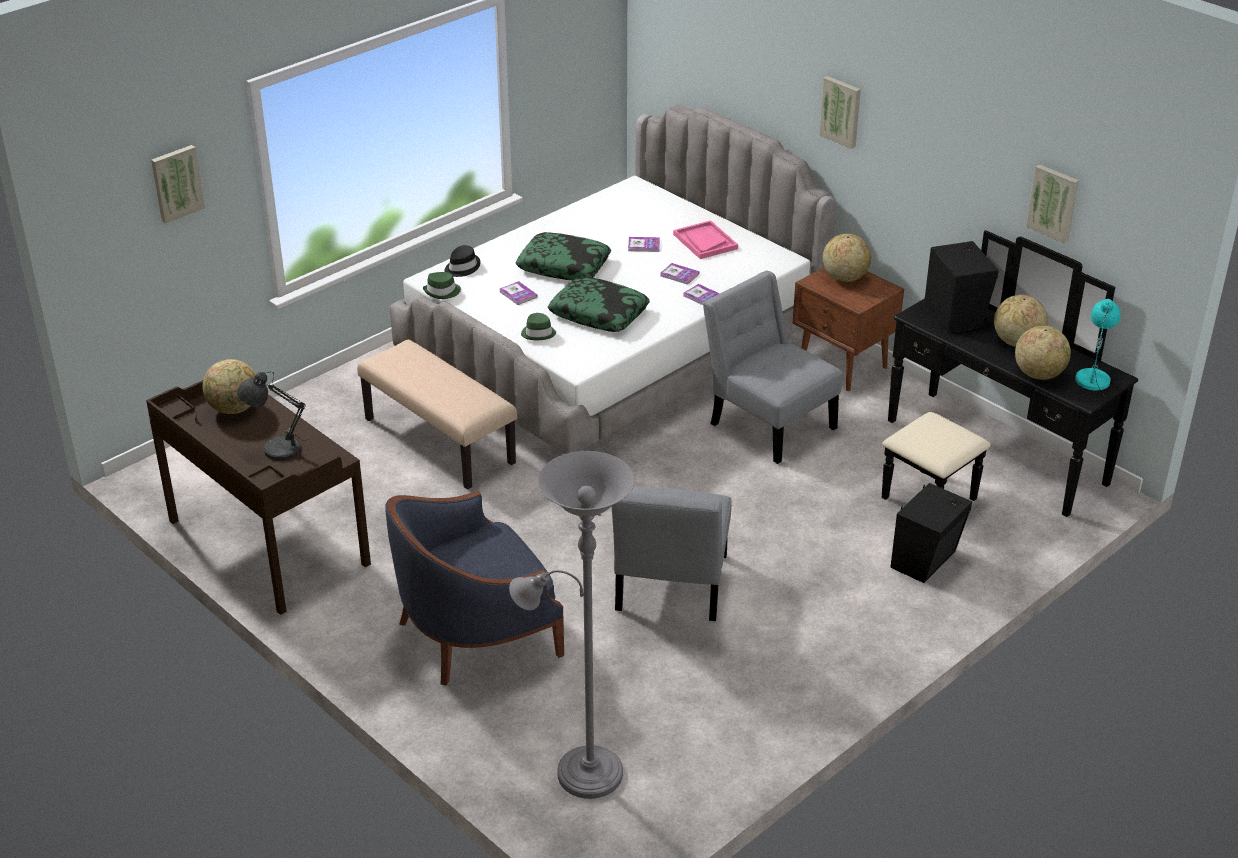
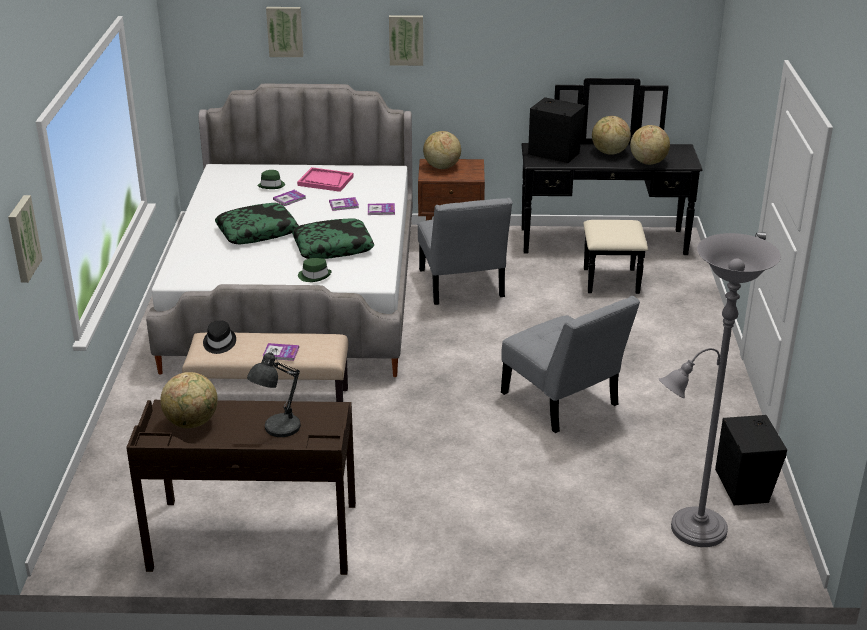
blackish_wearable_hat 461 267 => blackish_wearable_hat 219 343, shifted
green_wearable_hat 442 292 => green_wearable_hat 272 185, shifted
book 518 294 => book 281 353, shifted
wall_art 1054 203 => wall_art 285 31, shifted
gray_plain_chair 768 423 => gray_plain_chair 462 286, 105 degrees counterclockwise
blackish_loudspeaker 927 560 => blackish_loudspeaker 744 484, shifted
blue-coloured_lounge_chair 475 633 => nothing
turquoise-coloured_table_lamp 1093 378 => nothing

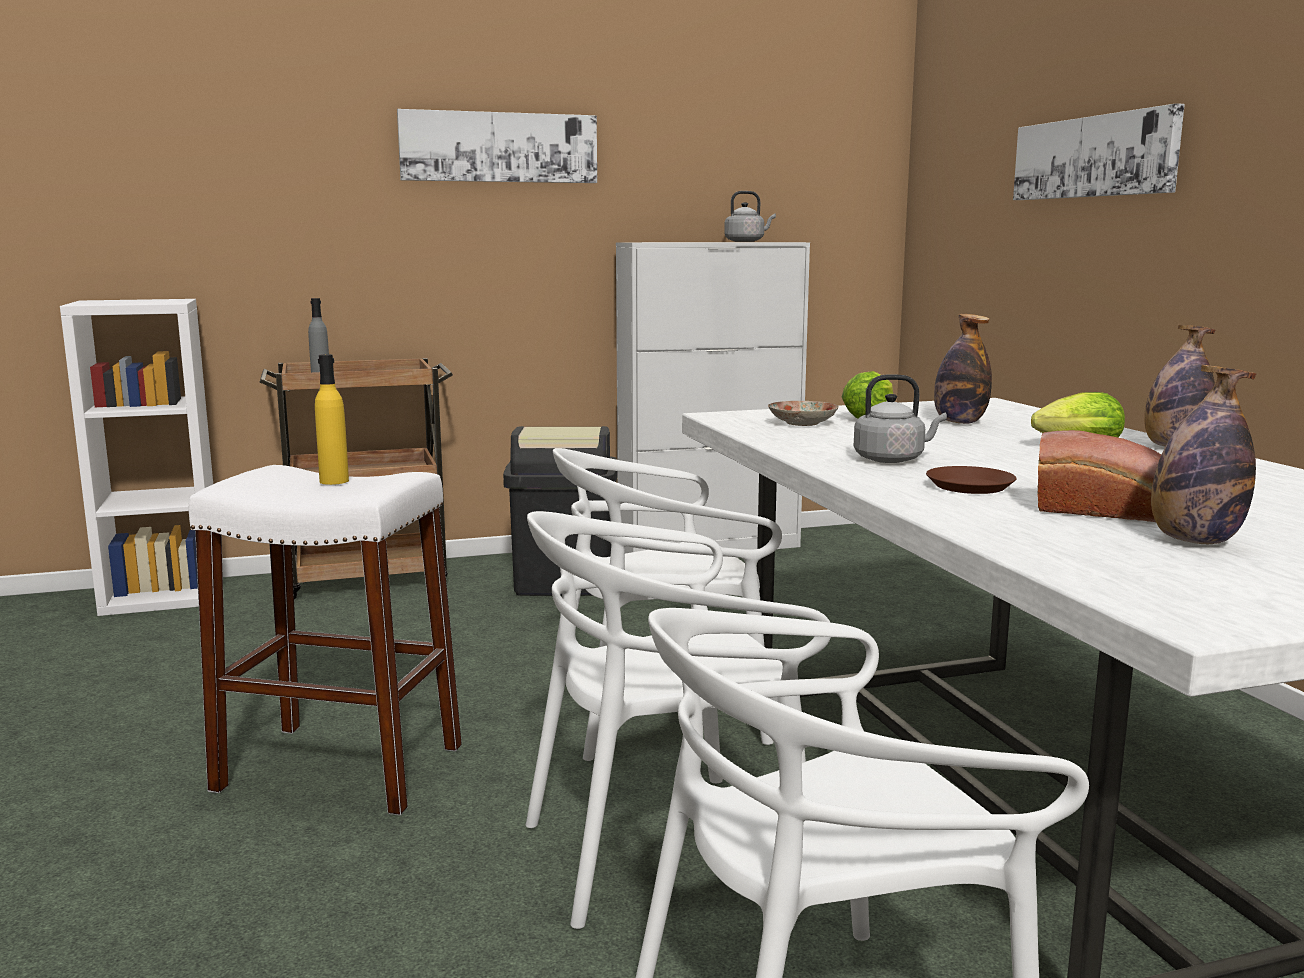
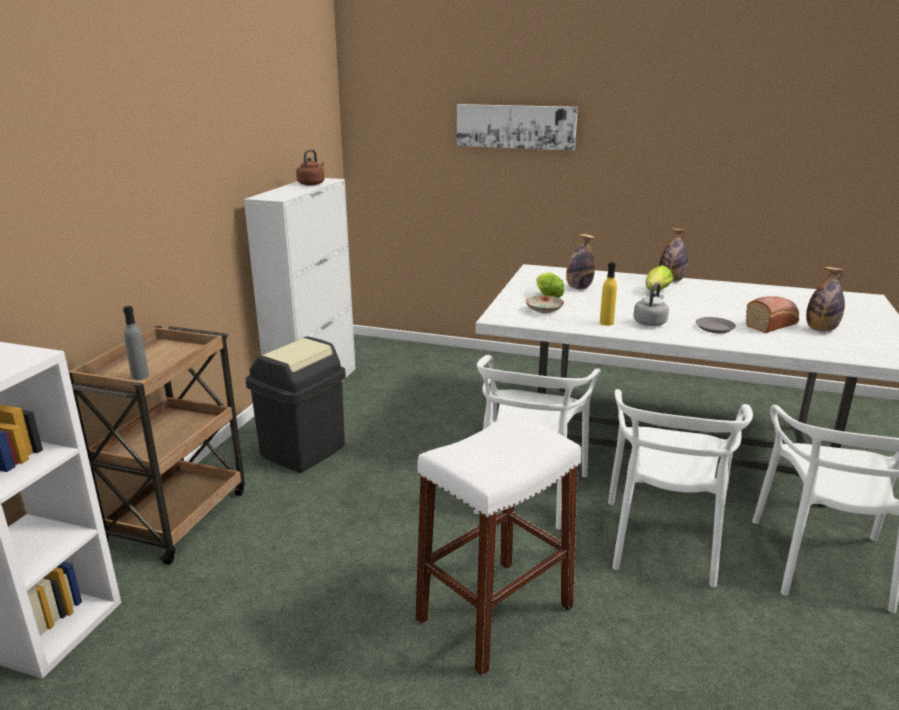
gray_kettle 746 241 => brownish_kettle 312 184
yellow_beverage_bottle 334 481 => yellow_beverage_bottle 606 323, shifted
brownish_dinner_plate 970 486 => gray_dinner_plate 715 328
wall_art 499 147 => nothing

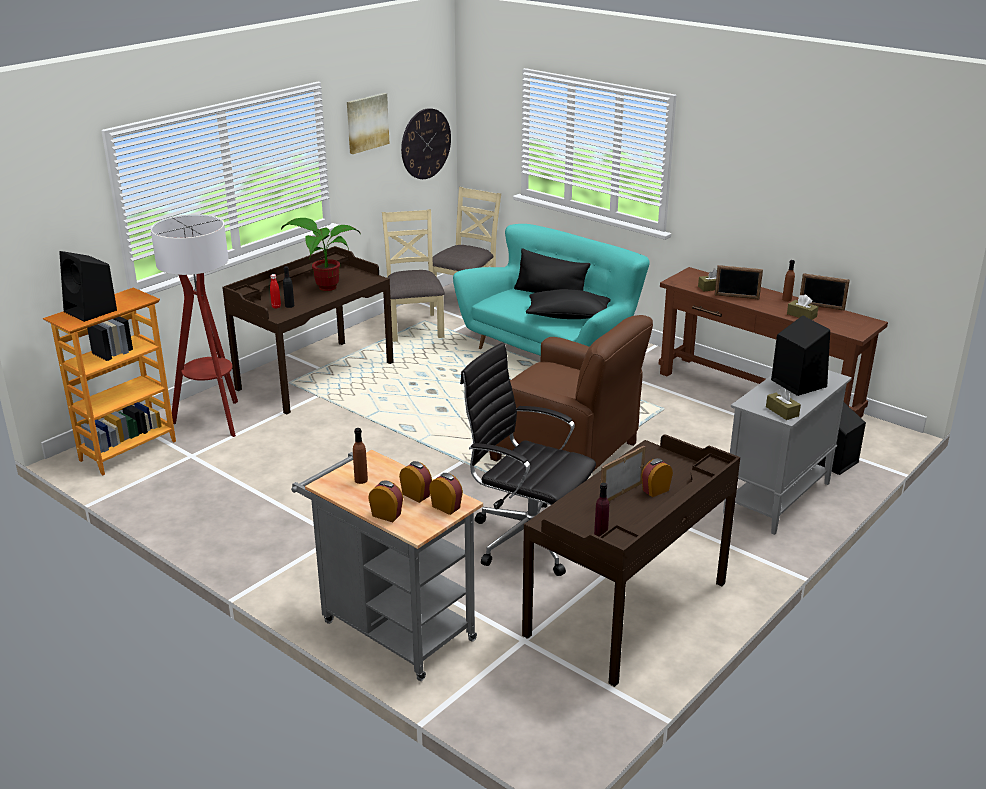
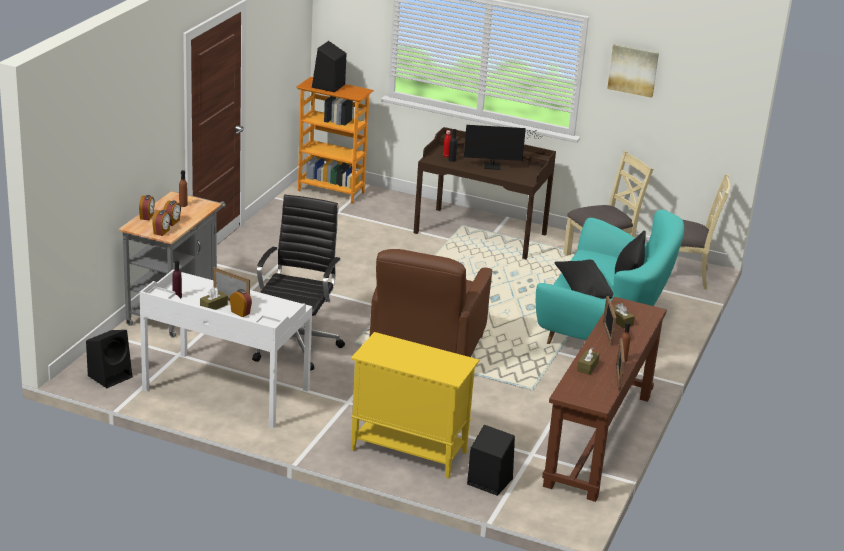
blackish_loudspeaker 797 383 => blackish_loudspeaker 110 376, shifted
brownish_desk_unit 628 609 => white_desk_unit 225 390
brownish_tissue_holder 782 411 => brownish_tissue_holder 214 306, shifted
gray_storage_cabinet 776 499 => yellow_storage_cabinet 407 451
potted_plant 324 287 => computer_screen 495 166
standing_lamp 214 420 => nothing
hanging_clock 425 144 => nothing

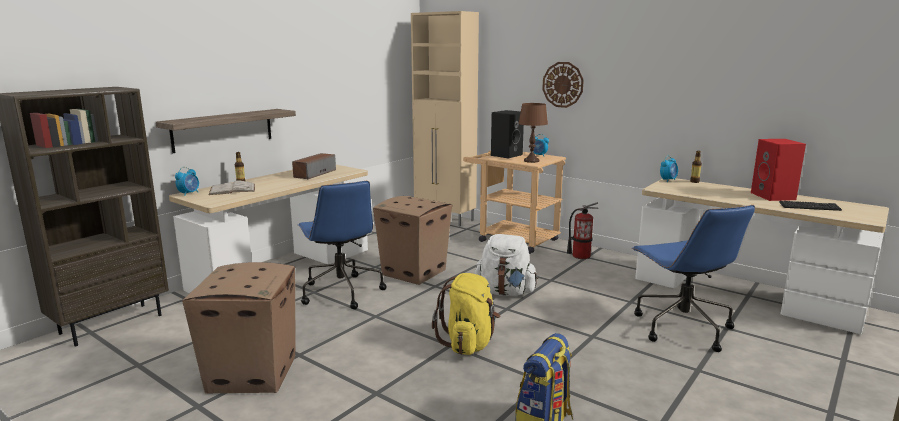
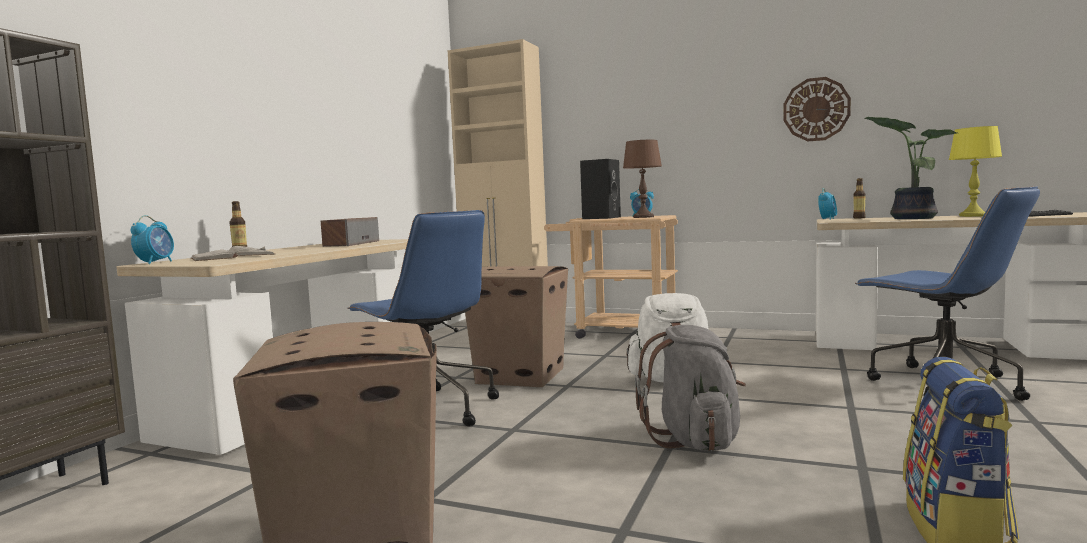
yellow_rucksack 468 344 => gray_rucksack 695 441
hanging_clock 563 84 => hanging_clock 816 109, shifted
nothing => potted_plant 910 218
red_loudspeaker 774 196 => yellow_table_lamp 973 216
bracket_shelf 223 130 => nothing
fire_extinguisher 581 256 => nothing

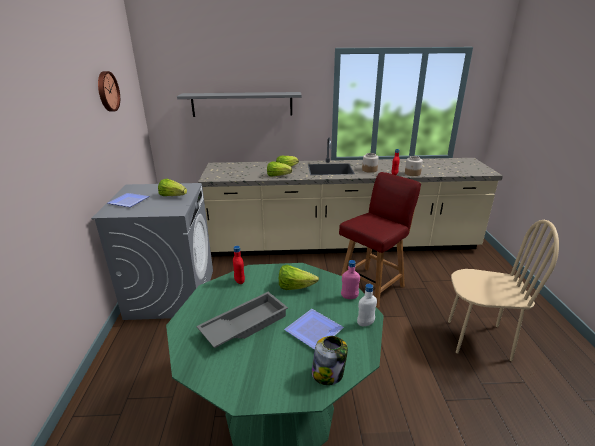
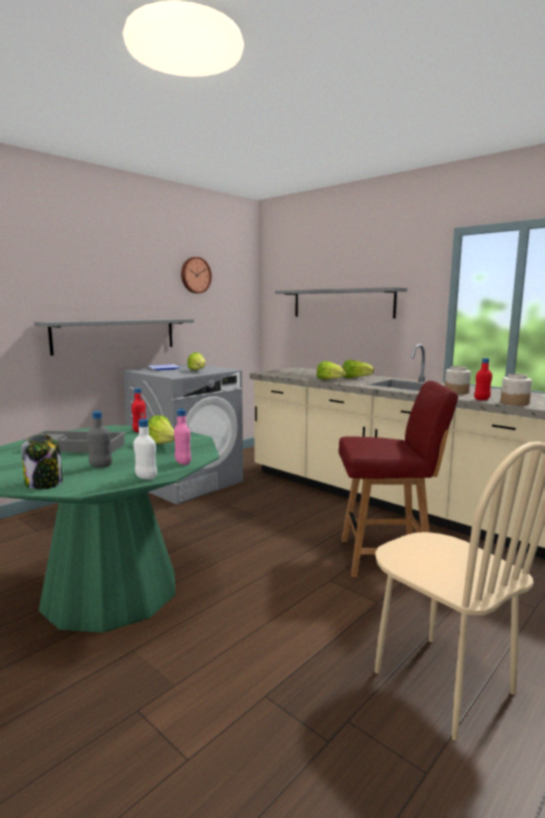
nothing => gray_bracket_shelf 116 335
dinner_plate 314 332 => gray_beverage_bottle 100 466

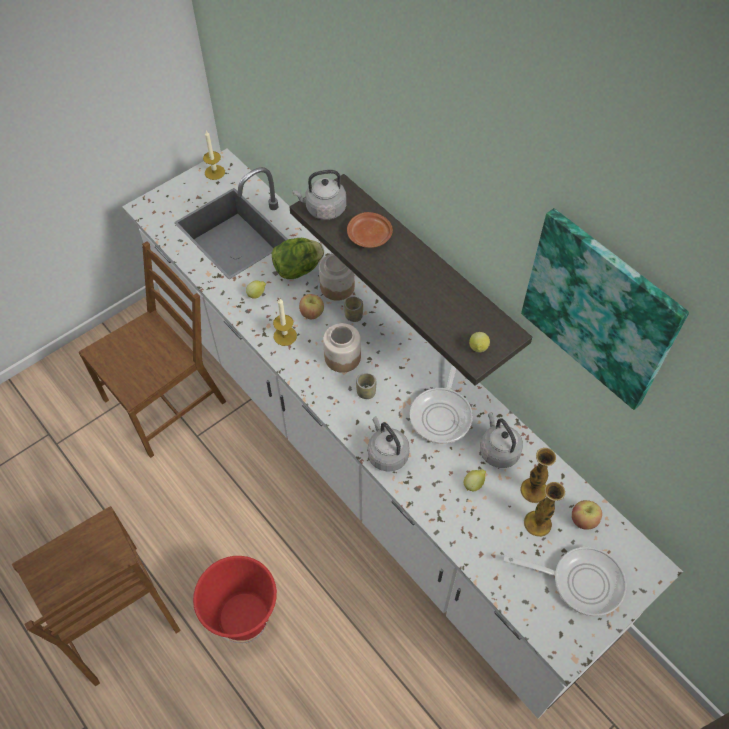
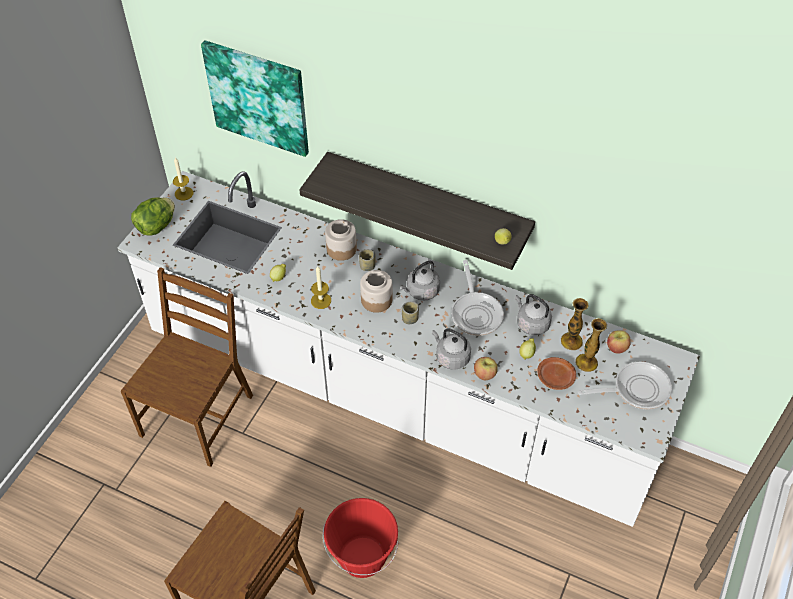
lettuce 298 269 => lettuce 156 226, shifted
wall_art 599 309 => wall_art 258 97, shifted
gray_kettle 323 209 => gray_kettle 421 291, shifted
apple_fruit 312 313 => apple_fruit 485 374, shifted
brownish_dinner_plate 369 236 => brownish_dinner_plate 556 377, shifted

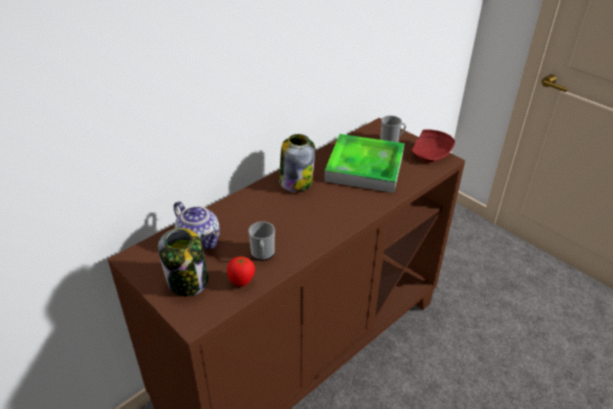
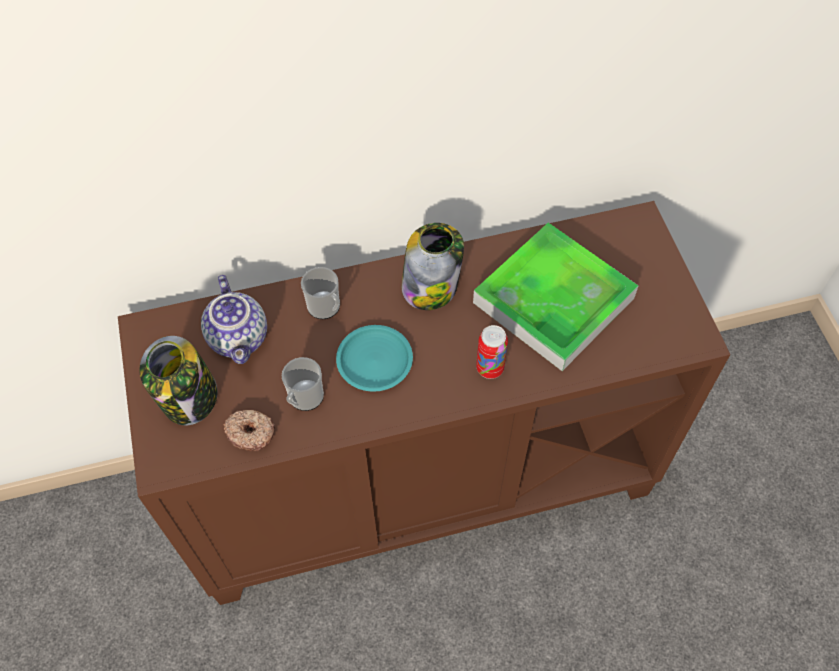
whole_tomato 241 282 => doughnut 251 432
tea_mug 391 141 => tea_mug 326 308, shifted
nothing => turquoise-coloured_dinner_plate 375 361
nothing => can 490 368
red_dinner_plate 431 154 => nothing

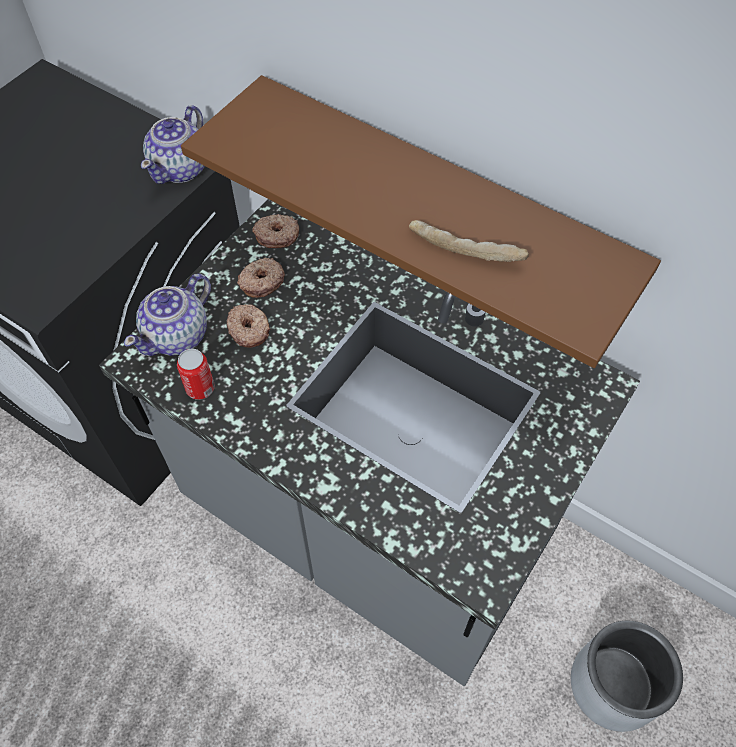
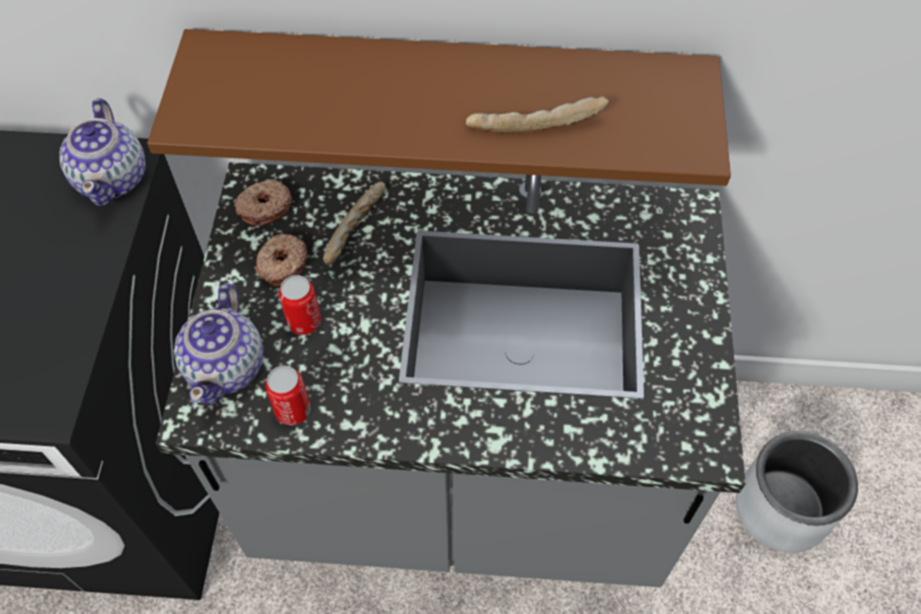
doughnut 249 330 => can 304 322
nothing => baked_bread 357 229

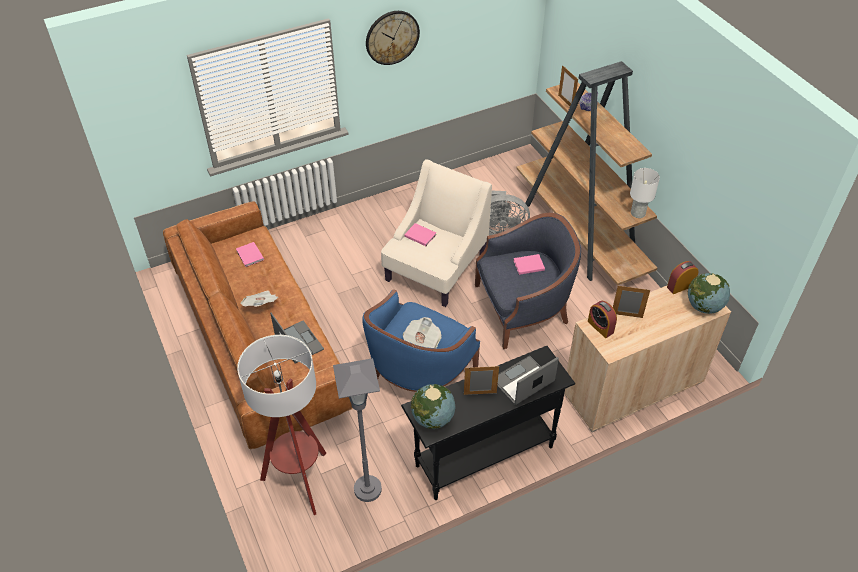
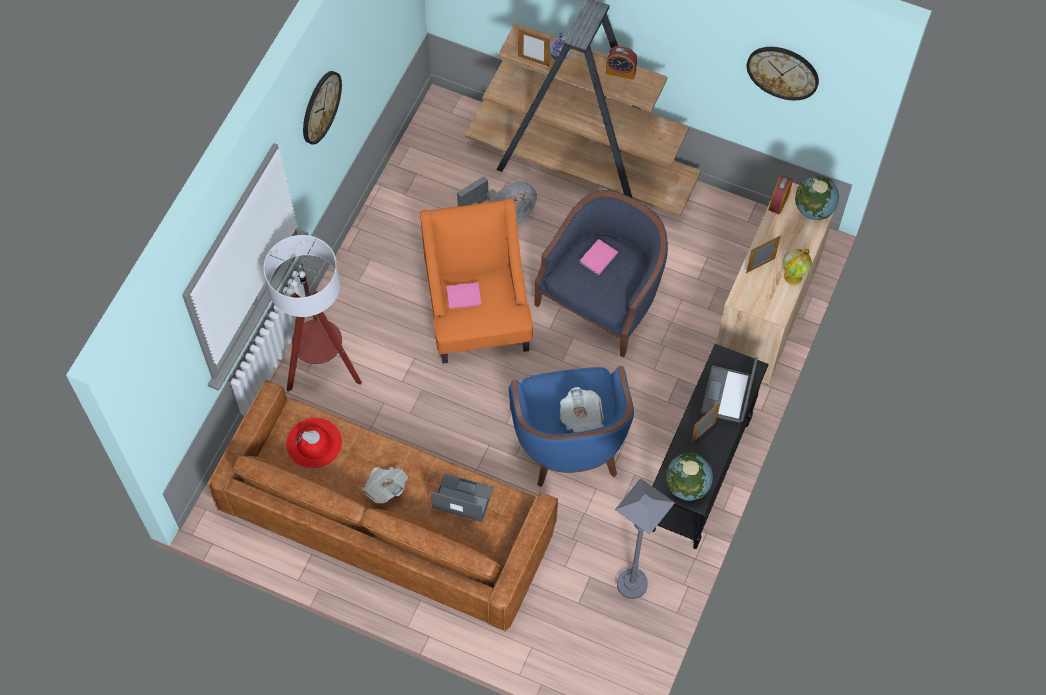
standing_lamp 300 481 => standing_lamp 323 368, shifted
pink-coloured_book 250 256 => red_wearable_hat 314 443
sand-coloured_lounge_chair 435 268 => orangey_lounge_chair 478 313
bedside_clock 600 327 => bedside_clock 620 71, shifted
nothing => hanging_clock 783 72
nothing => globe 793 276
white_table_lamp 638 213 => nothing

